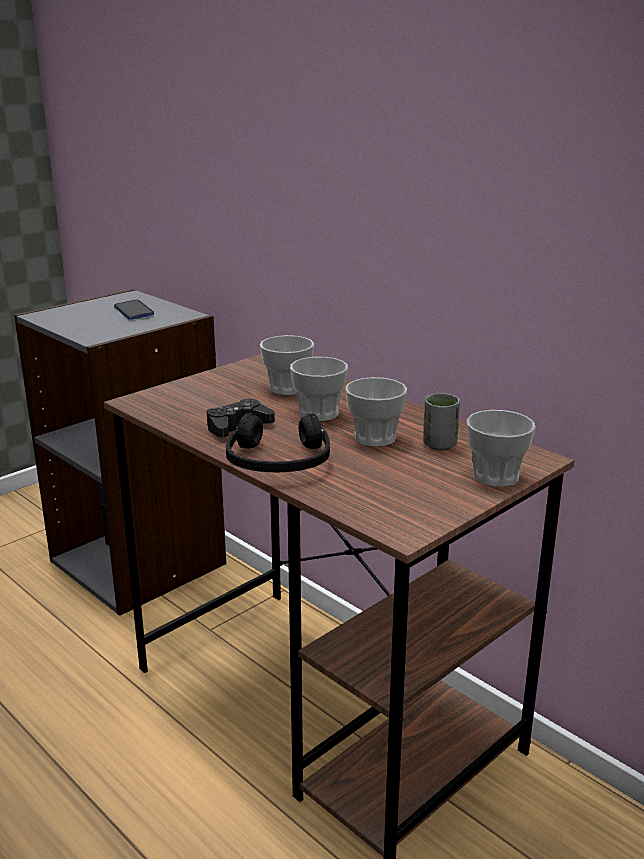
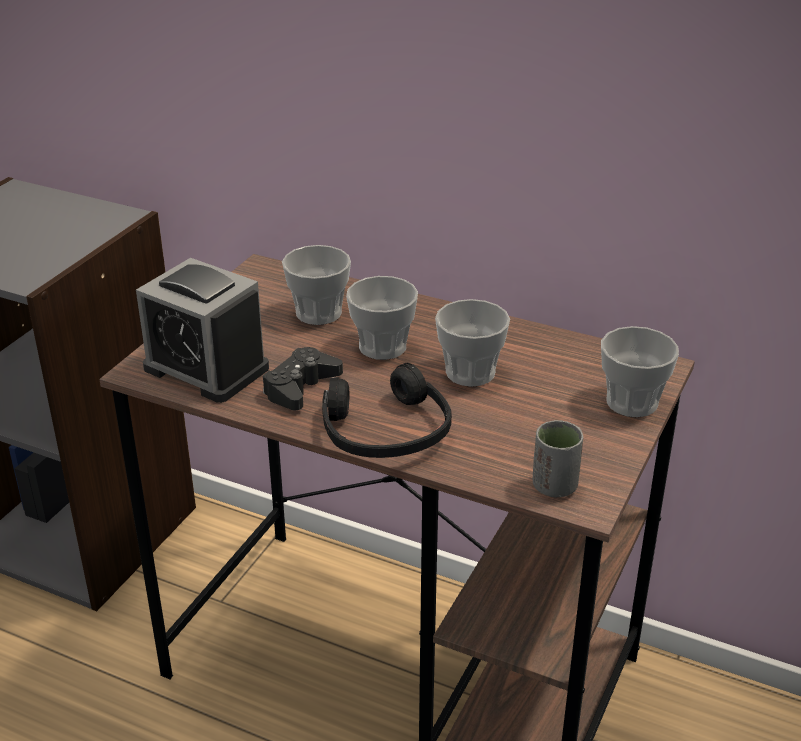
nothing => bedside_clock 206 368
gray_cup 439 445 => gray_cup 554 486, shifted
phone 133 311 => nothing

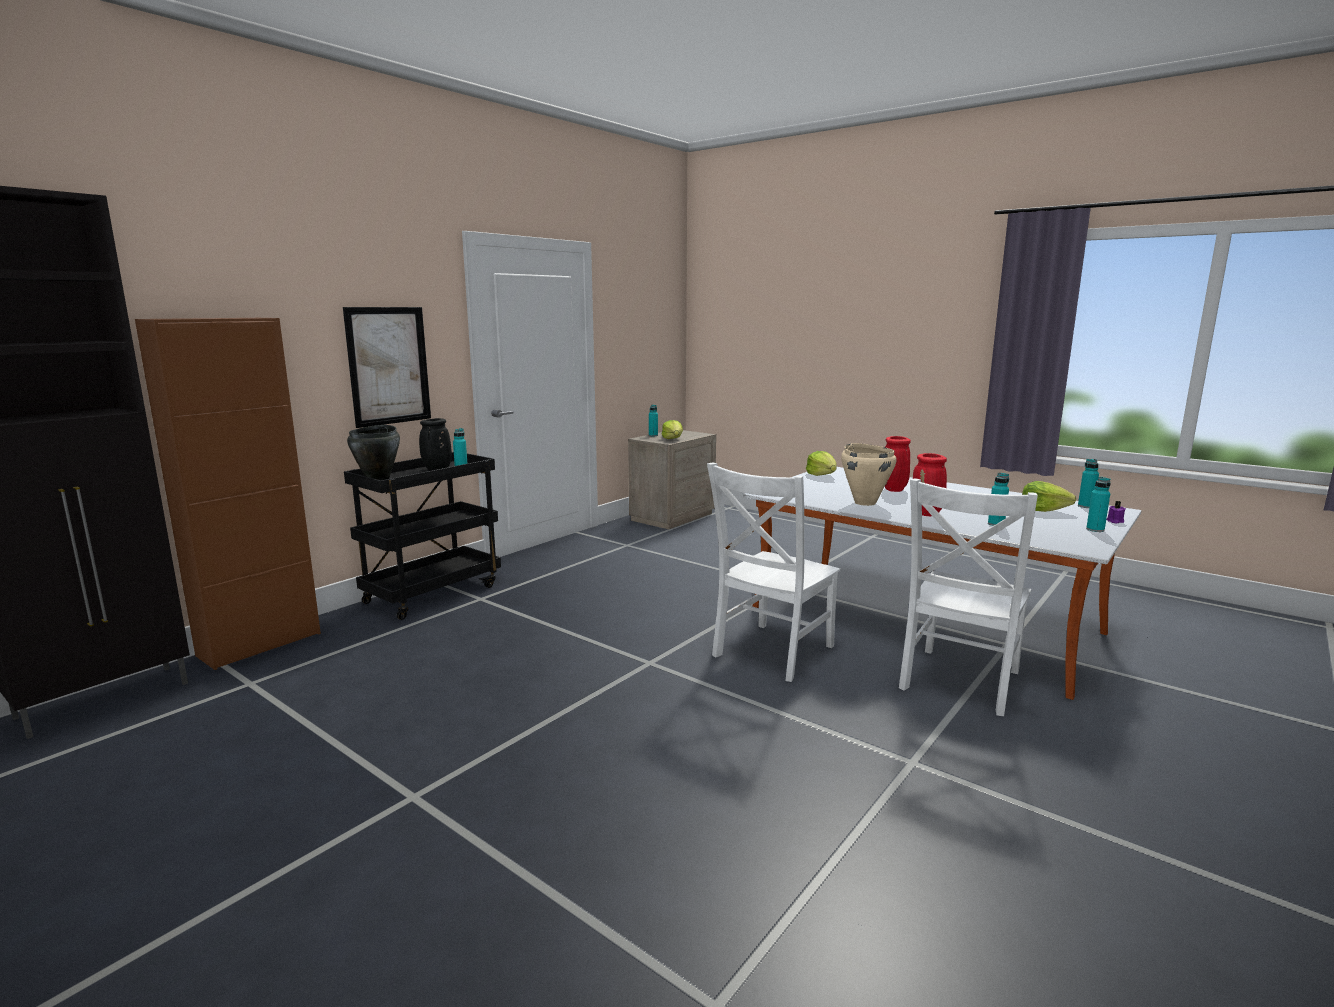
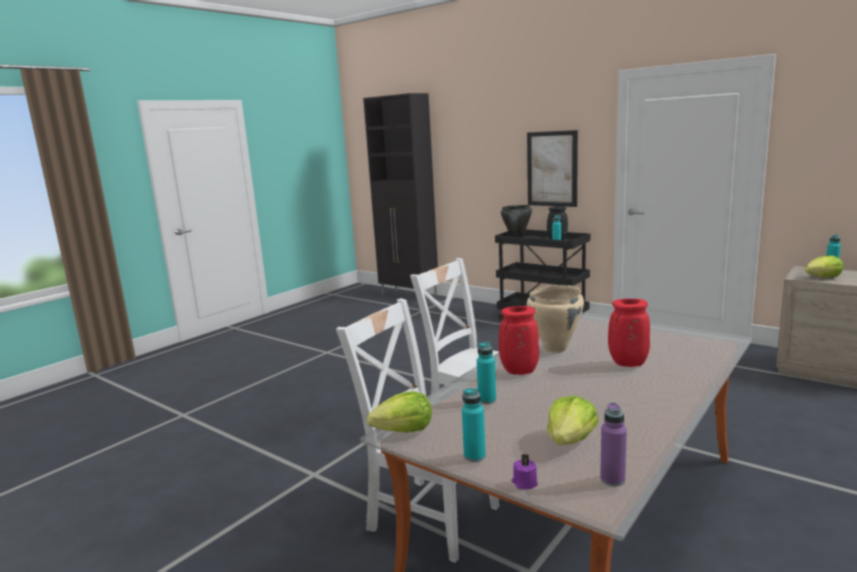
lettuce 822 475 => lettuce 404 430, shifted
turquoise-coloured_beverage_bottle 1085 506 => purplish_beverage_bottle 612 479
brownish_storage_cabinet 260 644 => nothing

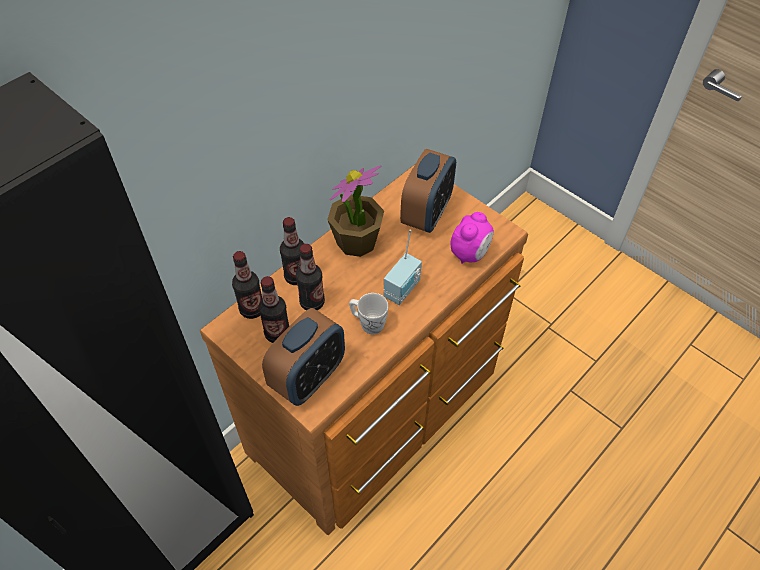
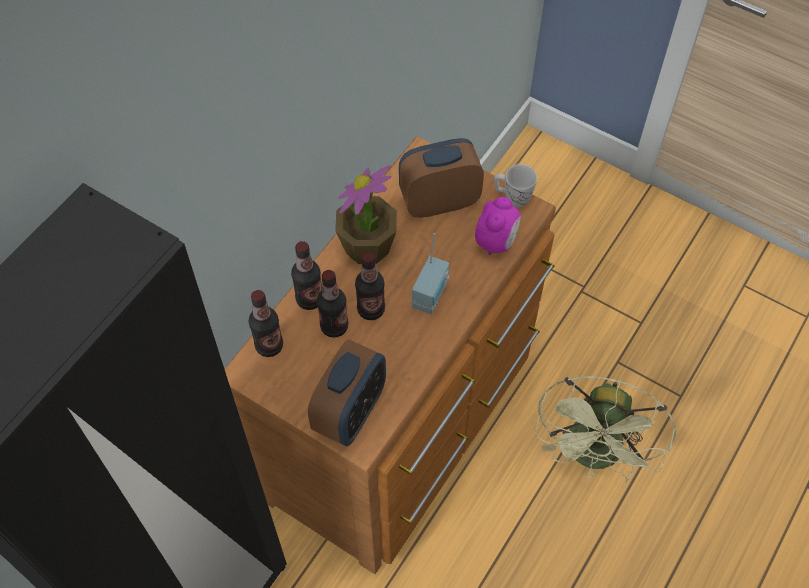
beverage_bottle 277 334 => beverage_bottle 371 309, shifted
bedside_clock 426 214 => bedside_clock 439 201, 120 degrees counterclockwise
white_tea_mug 368 323 => white_tea_mug 512 197, shifted
nothing => green_fan 594 456

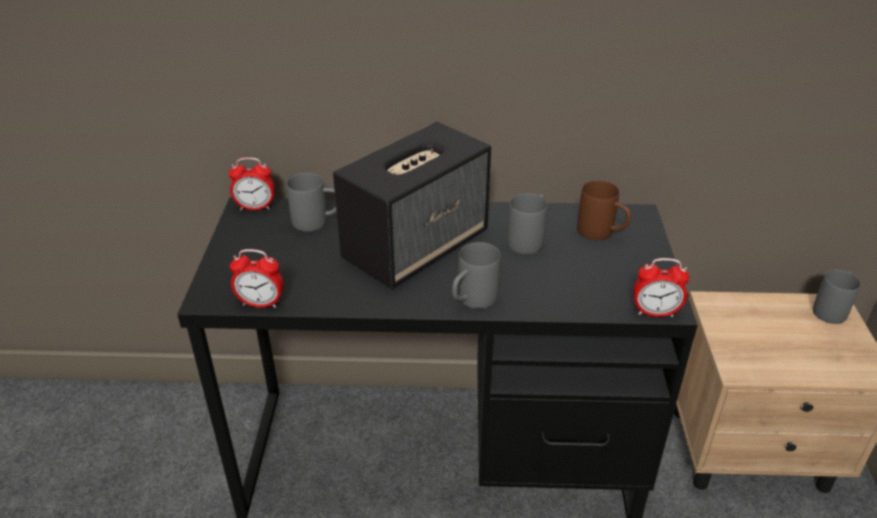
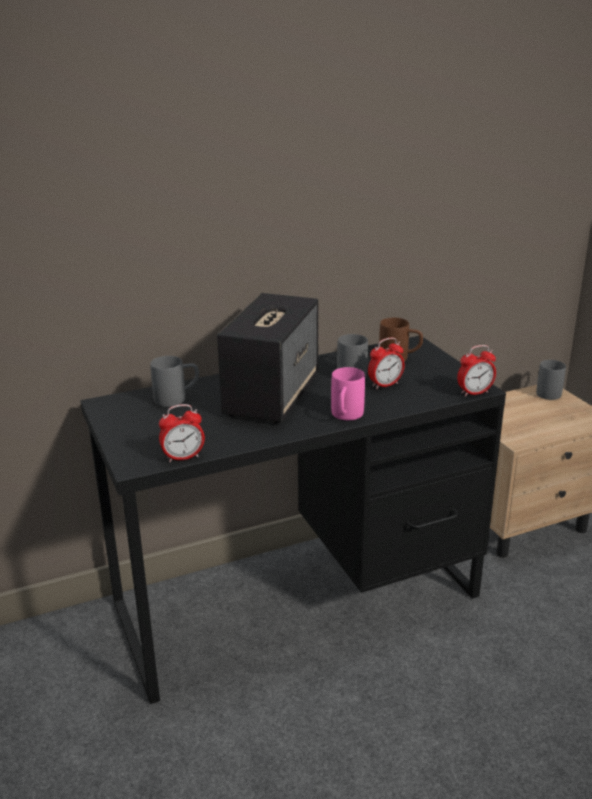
gray_tea_mug 471 301 => pink-coloured_tea_mug 345 416
bedside_clock 255 207 => bedside_clock 385 385, shifted

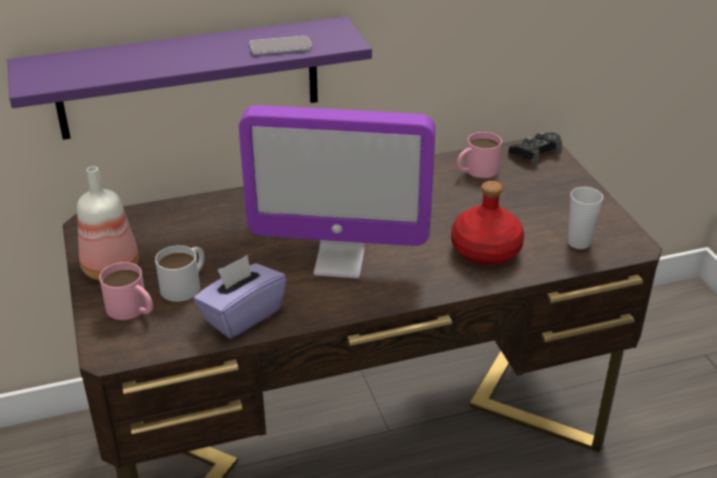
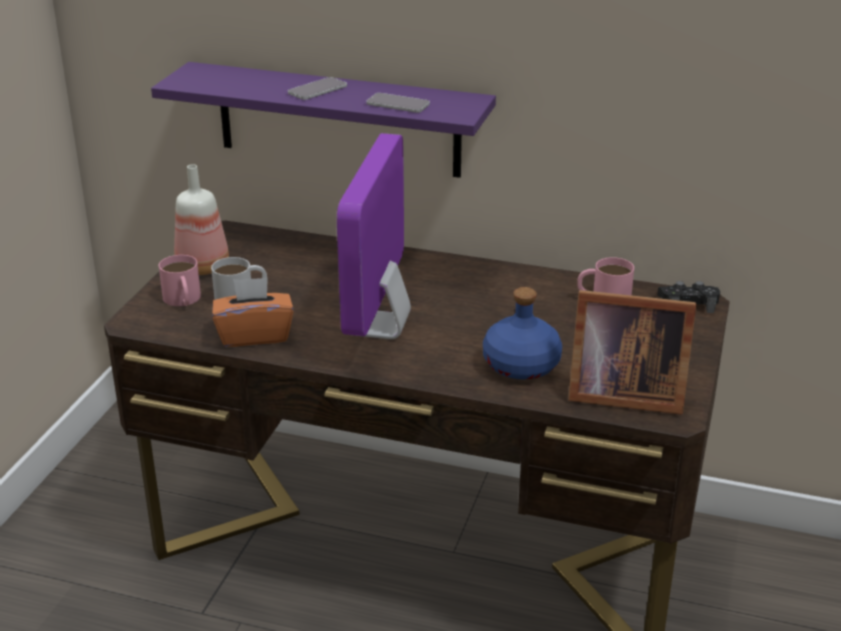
purplish_tissue_holder 242 315 => orangey_tissue_holder 254 335
nothing => phone 317 90
computer_screen 339 261 => computer_screen 380 326, 60 degrees clockwise
red_beverage_bottle 485 251 => blue-coloured_beverage_bottle 520 365
cup 578 243 => standing_frame 621 393

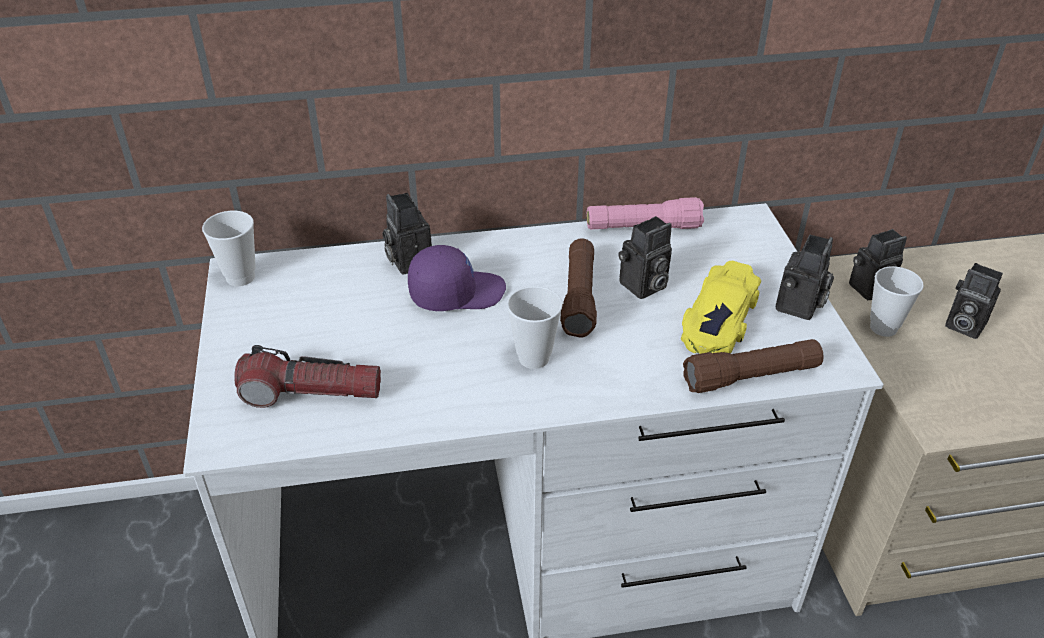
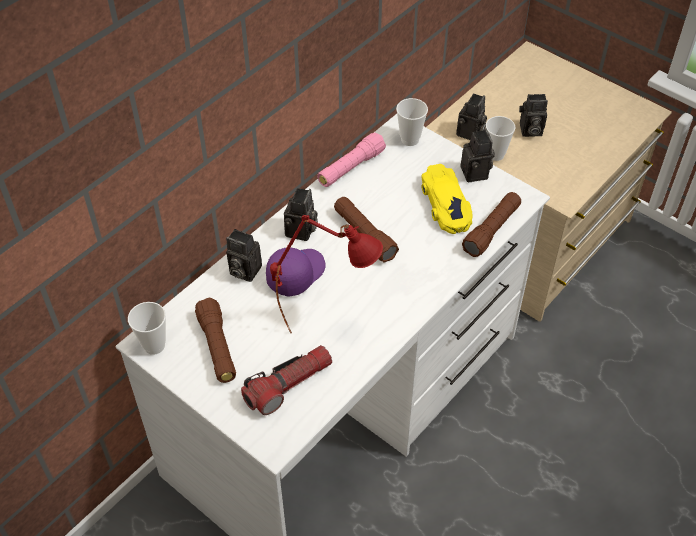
nothing => brownish_flashlight 217 347
nothing => red_table_lamp 327 323
still_camera 643 287 => still_camera 301 232, shifted
cup 534 358 => cup 410 139, shifted

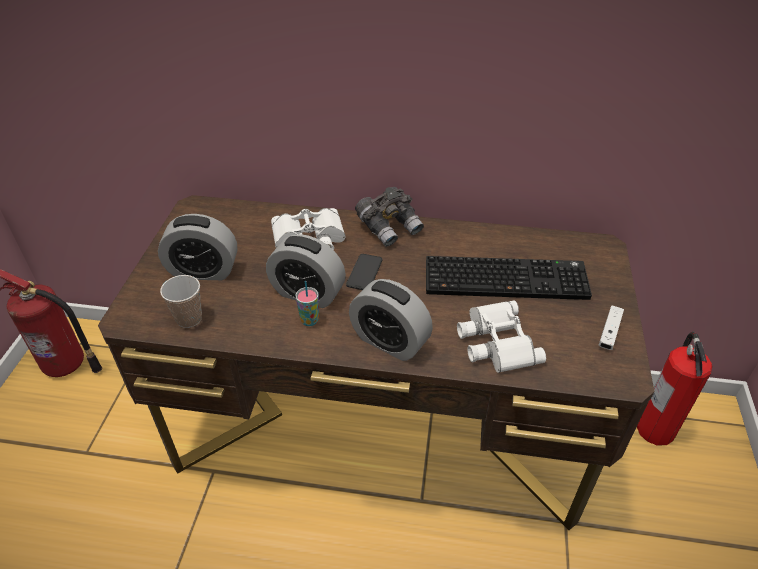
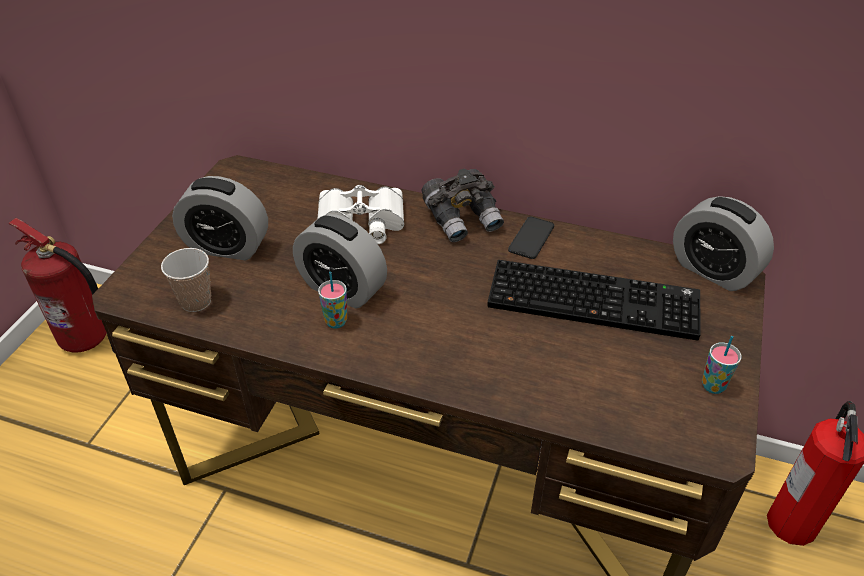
phone 364 272 => phone 531 238, shifted
bedside_clock 389 341 => bedside_clock 713 270, shifted
white_game_controller 609 332 => cup 713 386
white_binoculars 495 341 => nothing

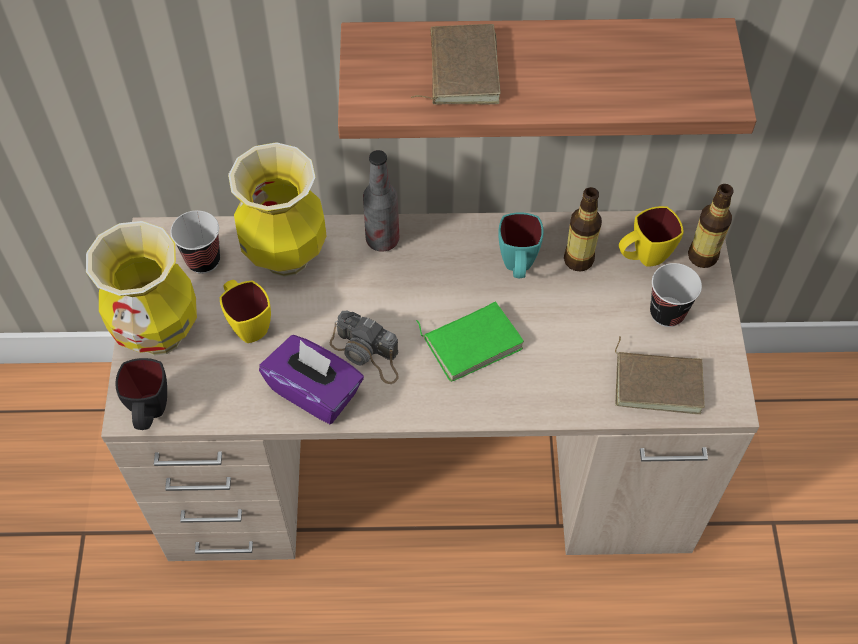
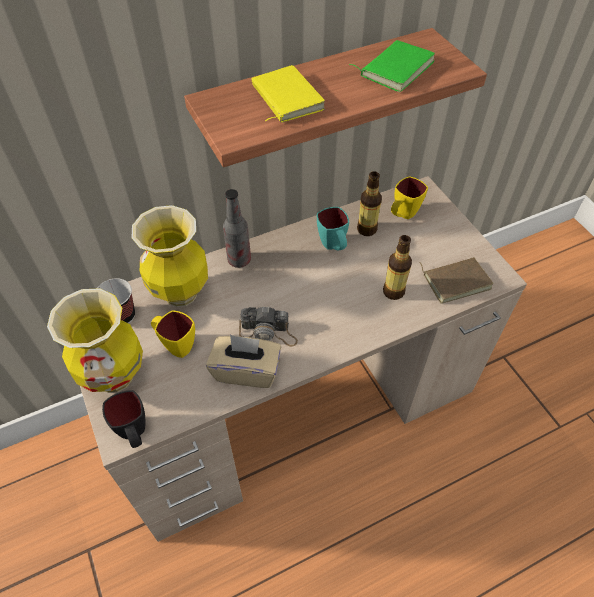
purplish_tissue_holder 315 391 => sand-coloured_tissue_holder 246 370
brownish_book 460 69 => yellow_book 285 98
green_book 472 341 => green_book 395 68, shifted
beverage_bottle 702 256 => beverage_bottle 393 291, shifted
cup 667 313 => nothing

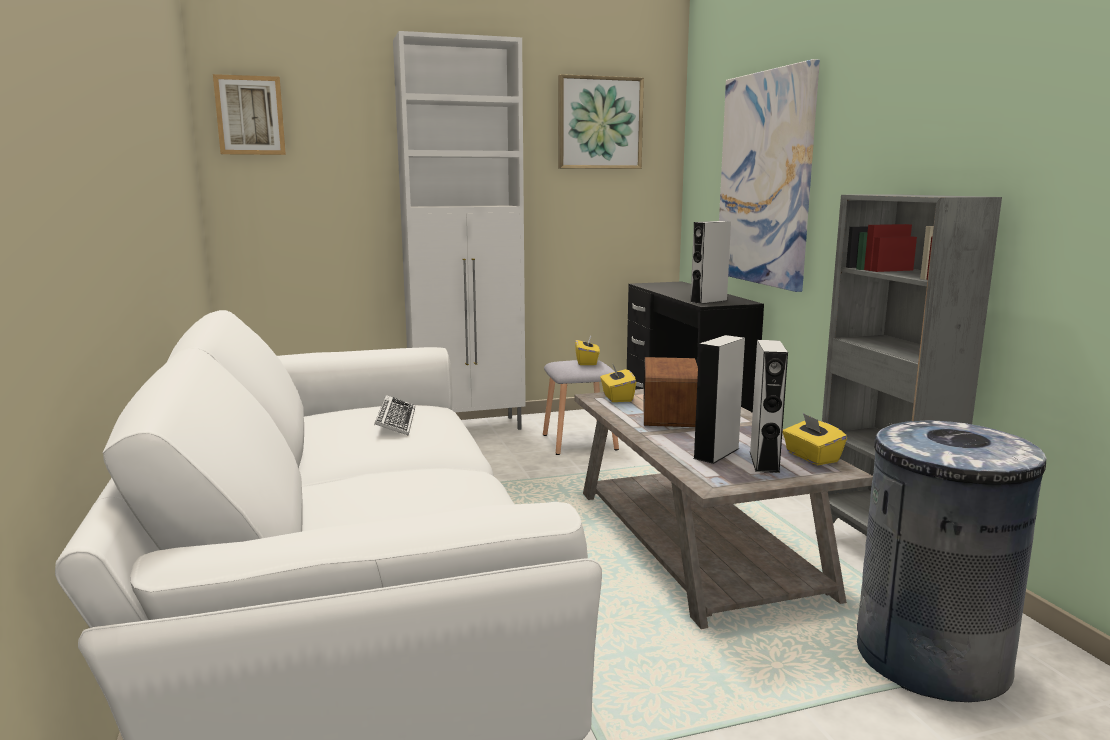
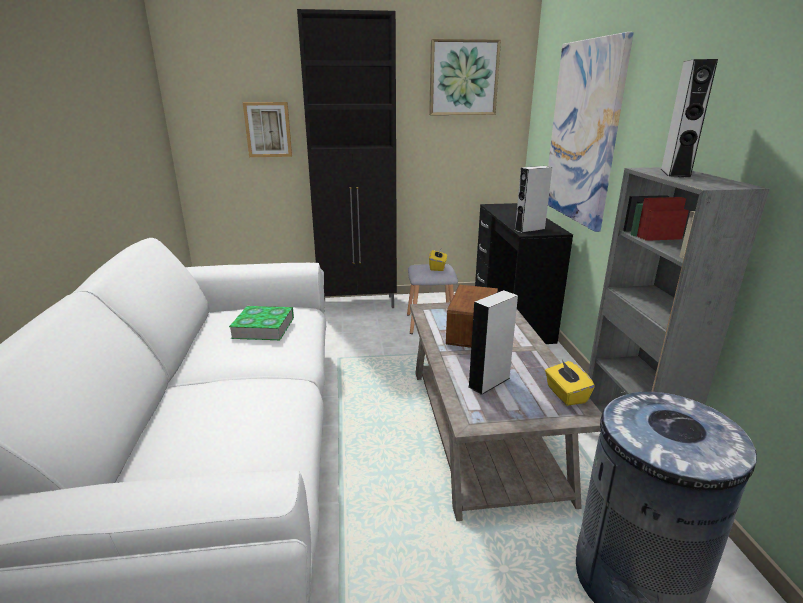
PC_keyboard 395 421 => book 263 328
wall_art 250 115 => wall_art 268 129, shifted
white_storage_cabinet 469 427 => blackish_storage_cabinet 358 304
gray_loudspeaker 764 462 => gray_loudspeaker 675 173, shifted
yellow_tissue_holder 617 397 => nothing

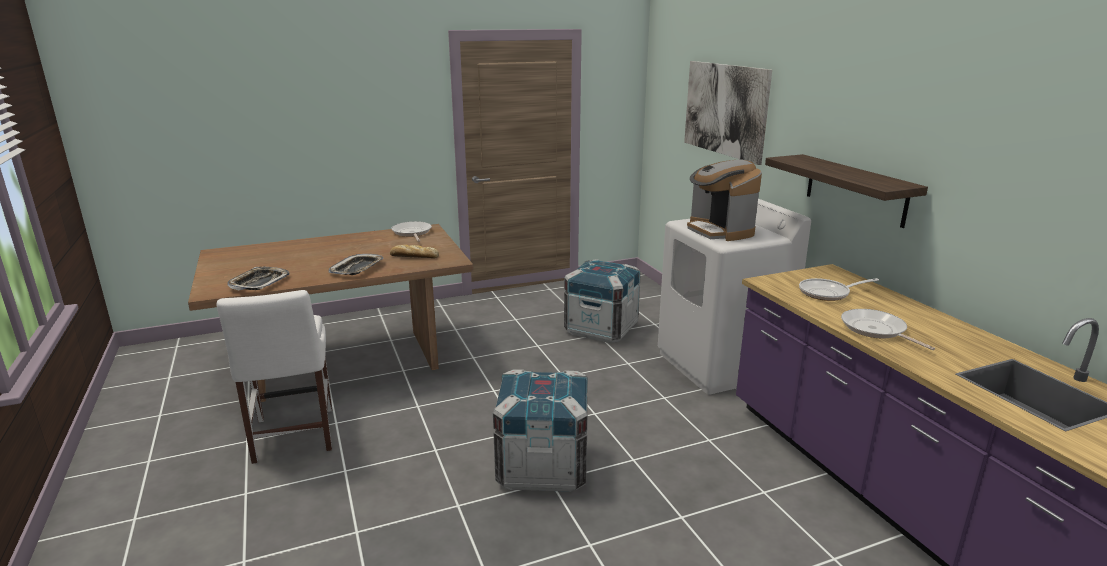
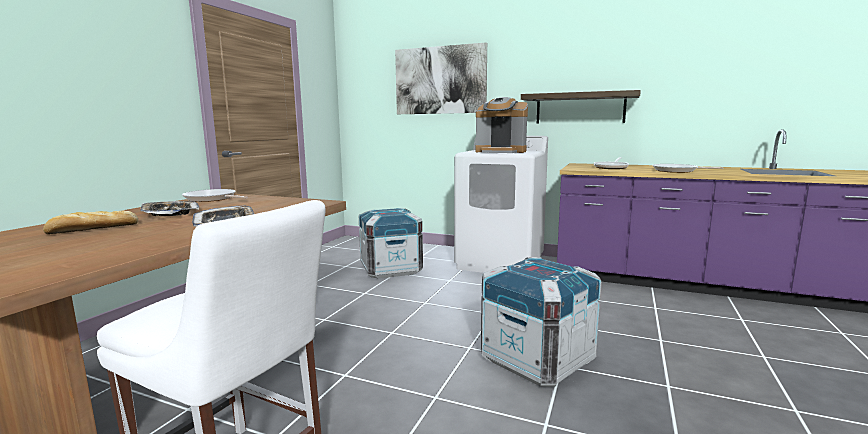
baked_bread 413 256 => baked_bread 92 229, shifted
carrying_tray 259 283 => carrying_tray 170 213, shifted

